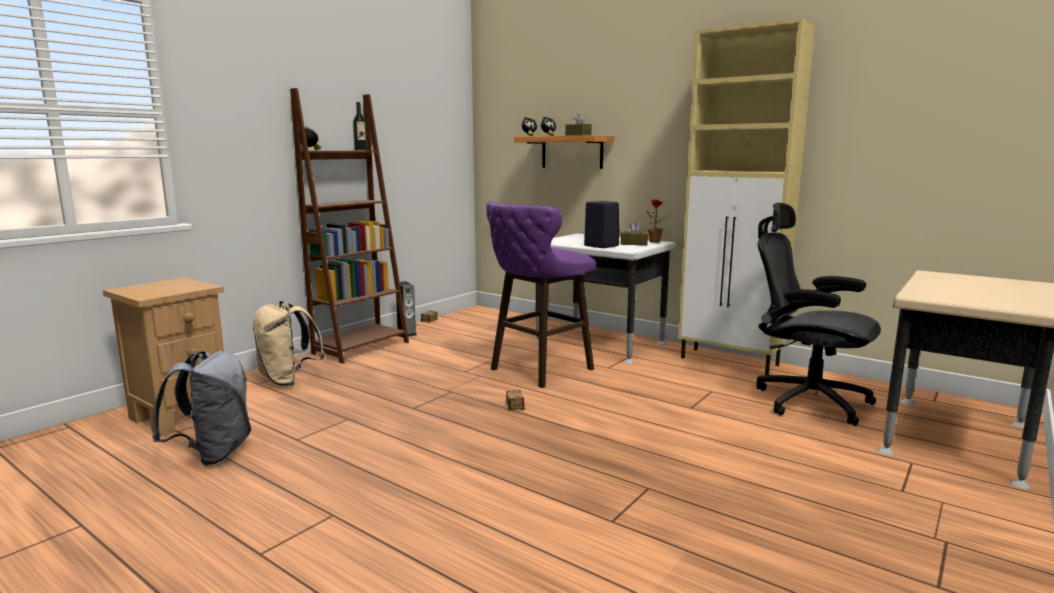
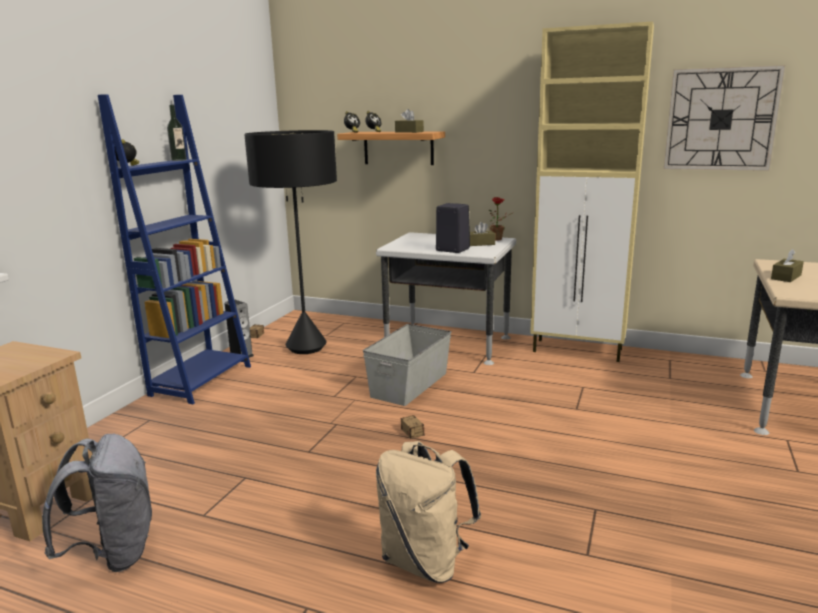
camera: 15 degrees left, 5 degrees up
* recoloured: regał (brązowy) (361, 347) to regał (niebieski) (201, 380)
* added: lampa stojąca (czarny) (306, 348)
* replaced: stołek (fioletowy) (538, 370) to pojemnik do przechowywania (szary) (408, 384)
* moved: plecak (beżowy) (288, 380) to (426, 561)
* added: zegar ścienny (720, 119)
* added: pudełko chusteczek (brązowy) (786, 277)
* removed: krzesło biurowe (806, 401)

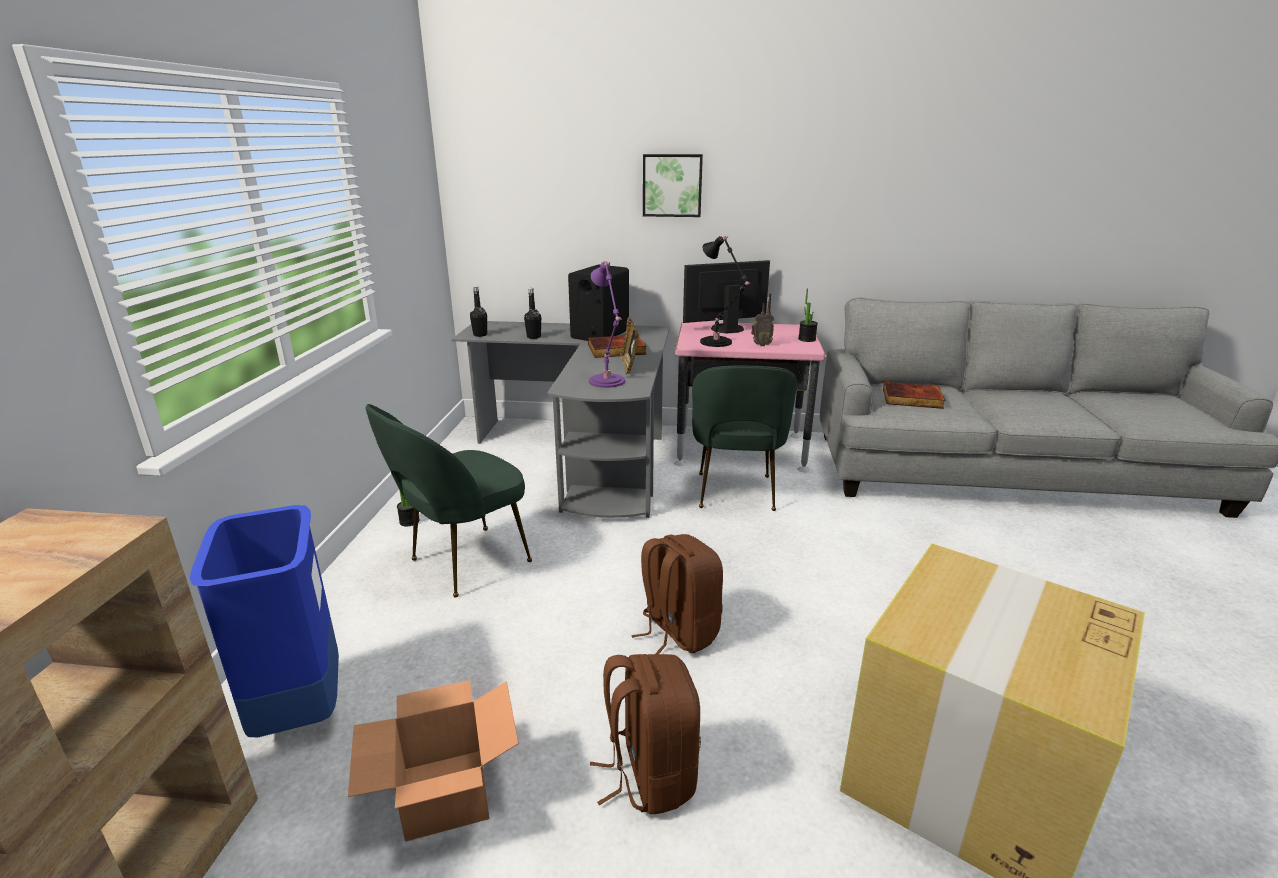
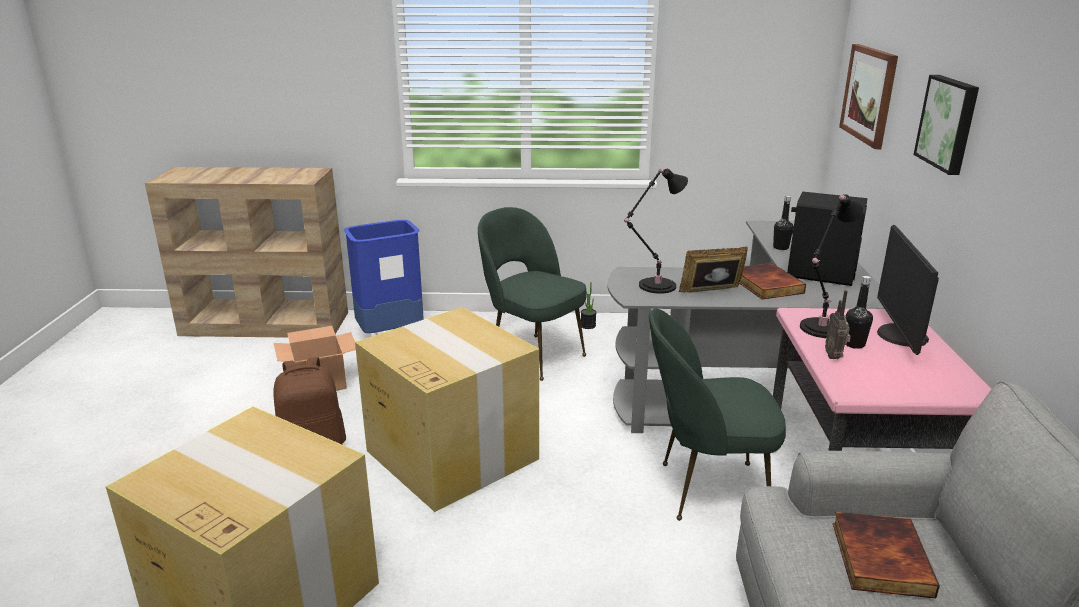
camera: 85 degrees right, 0 degrees up
* replaced: plecak (brązowy) (677, 632) to karton (451, 454)
* recoloured: lampa stołowa (fioletowy) (607, 382) to lampa stołowa (czarny) (654, 286)
* added: obraz (869, 94)
* moved: butelka (czarny) (480, 335) to (854, 344)
* turned: monitor (726, 328) = (899, 335) 150 degrees counterclockwise
* removed: roślina doniczkowa (807, 339)

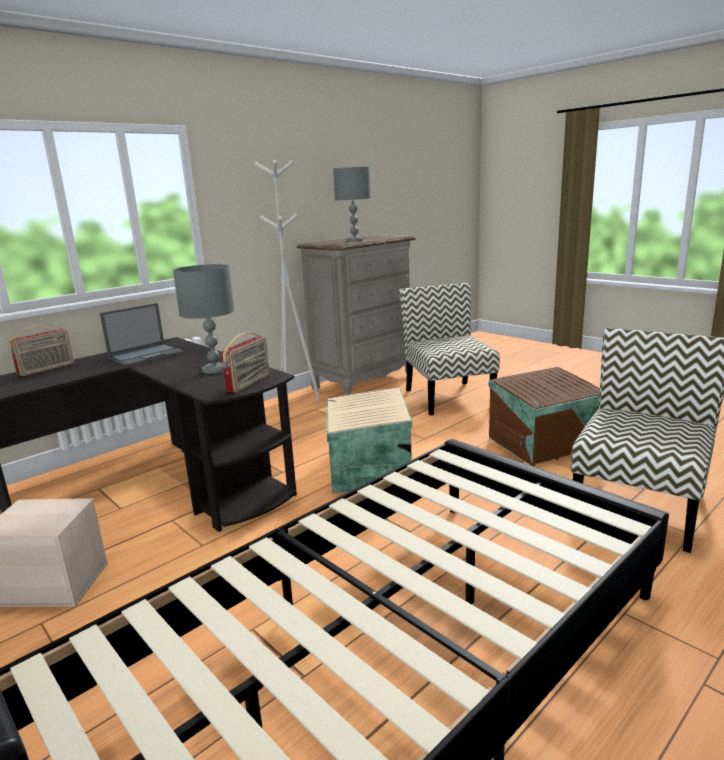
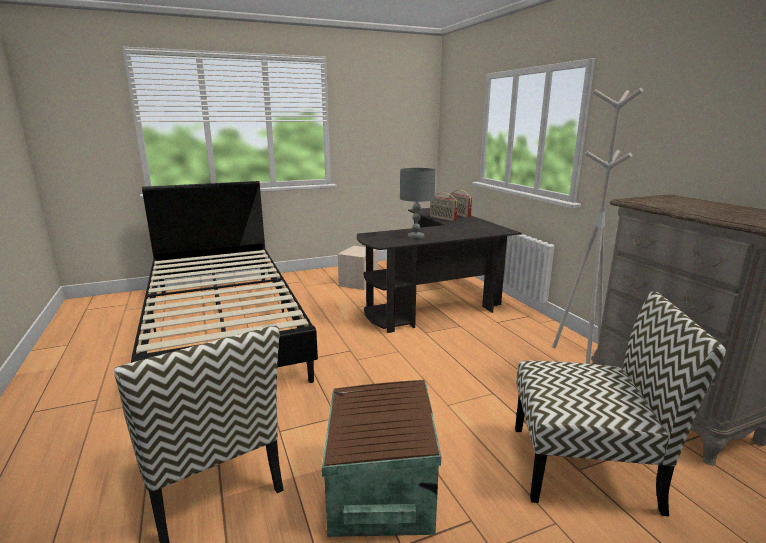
camera: 110 degrees right, 0 degrees up
* moved: radio (249, 383) to (442, 218)
* removed: laptop (147, 355)
* removed: pojemnik do przechowywania (beżowy) (367, 468)
* removed: lampa stołowa (szary) (354, 240)

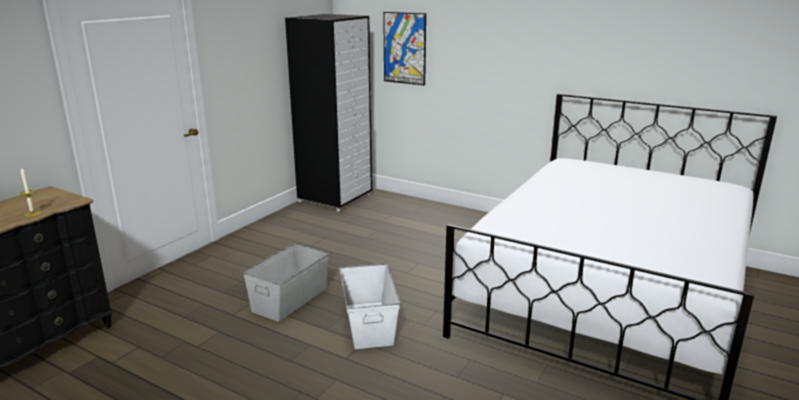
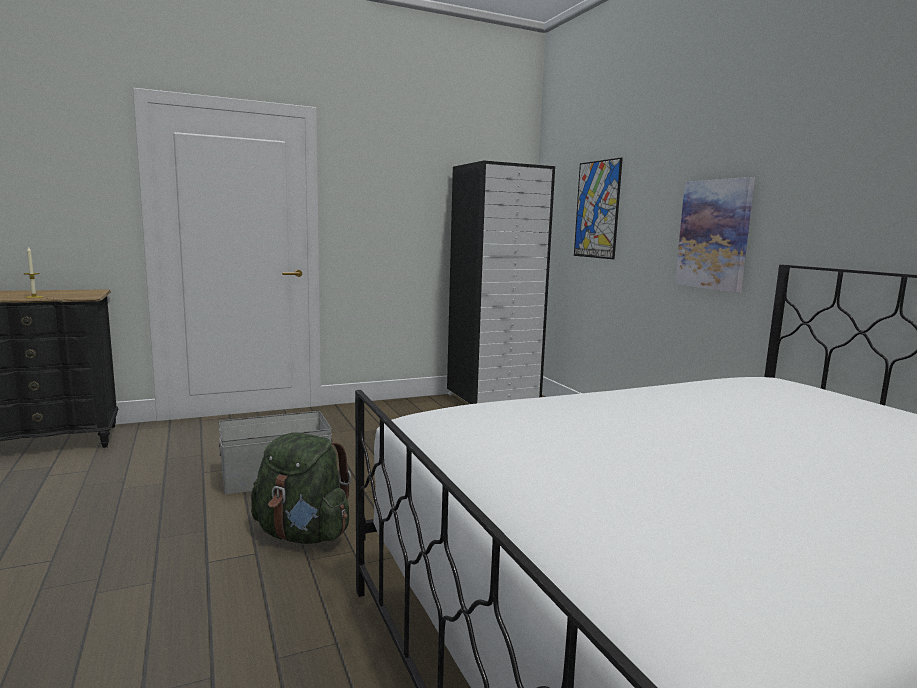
camera: 35 degrees right, 10 degrees down
* replaced: pojemnik do przechowywania (biały) (369, 323) to plecak (zielony) (303, 534)
* added: obraz (714, 235)

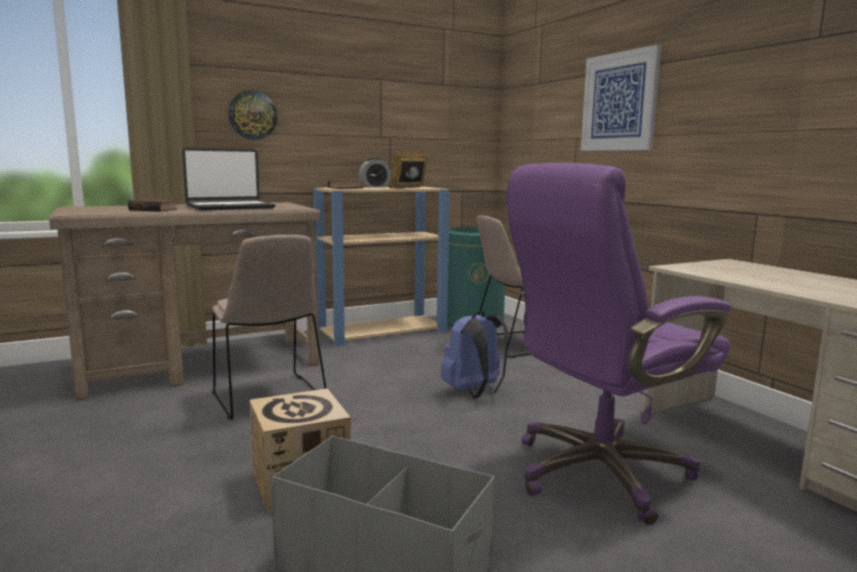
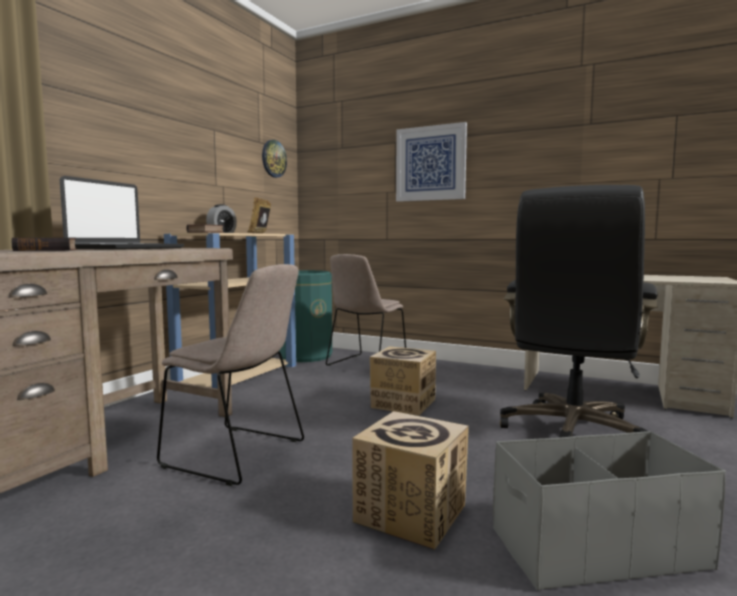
camera: 35 degrees left, 5 degrees down
* moved: zegar ścienny (252, 115) to (273, 158)
* replaced: plecak (niebieski) (475, 392) to karton (403, 403)
* recoloured: krzesło biurowe (fioletowy) (603, 471) to krzesło biurowe (czarny) (572, 430)

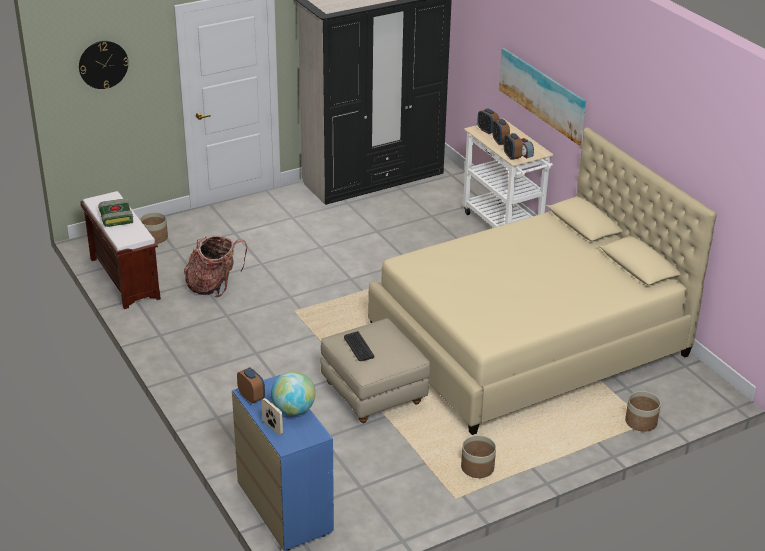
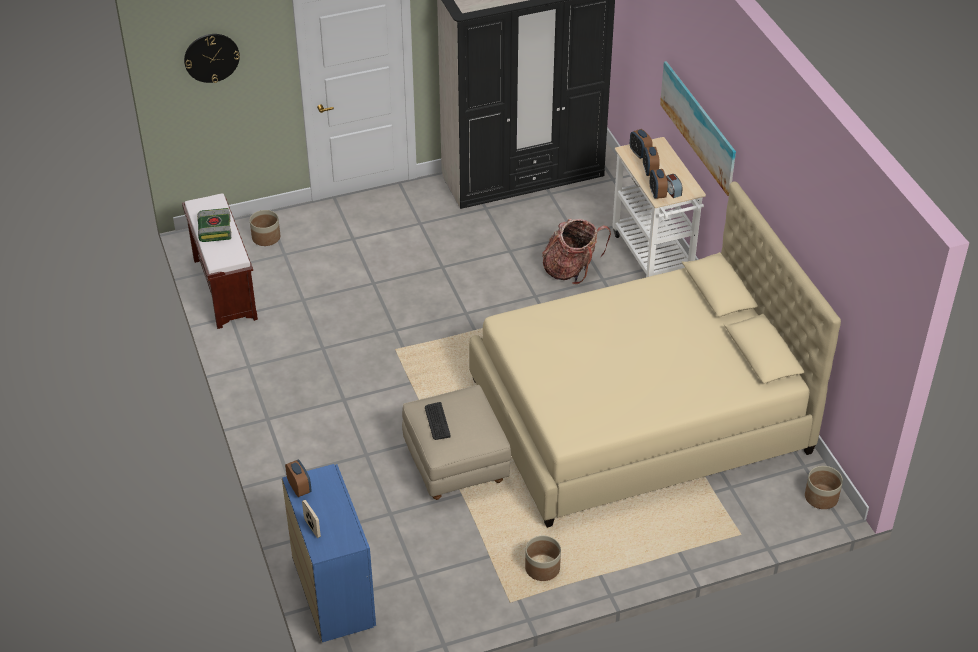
camera: 10 degrees right, 10 degrees up
* moved: plecak (214, 286) to (571, 270)
* moved: donica (641, 422) to (821, 497)
* removed: globus (293, 410)

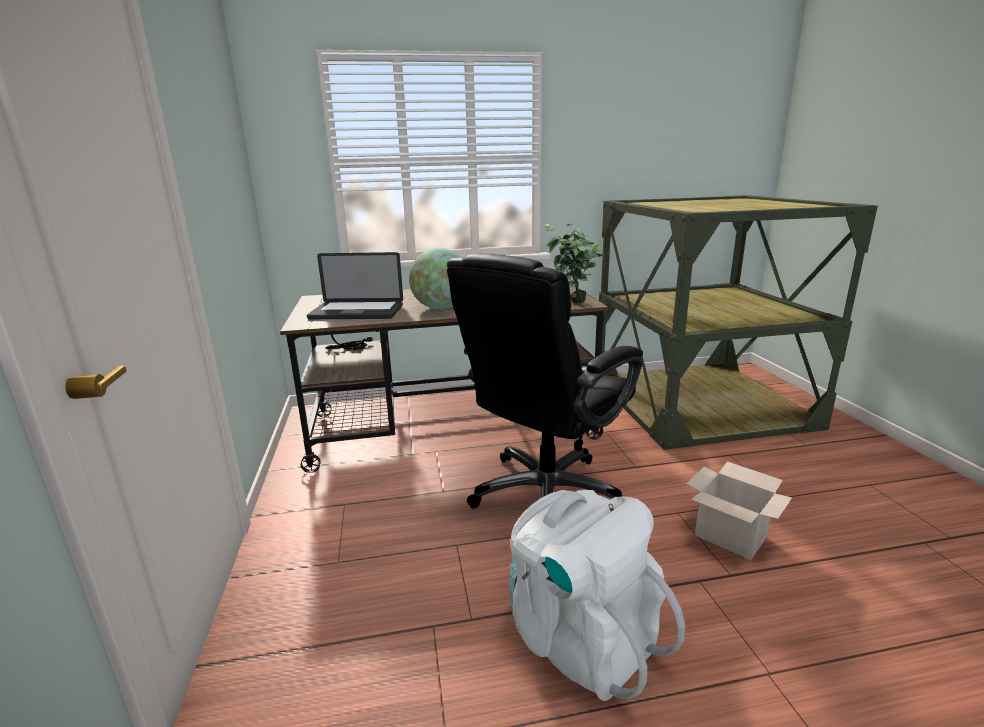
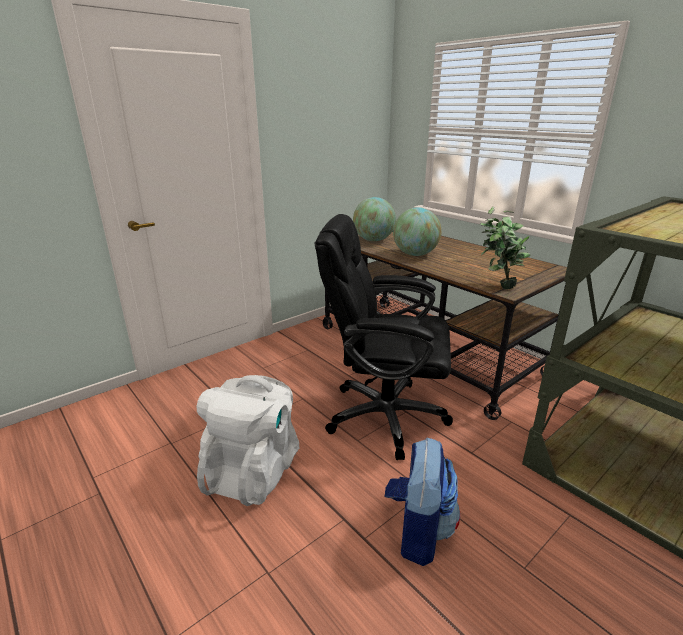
camera: 60 degrees right, 5 degrees up
* replaced: laptop (357, 312) to globus (373, 240)
* replaced: karton (728, 536) to plecak (418, 530)

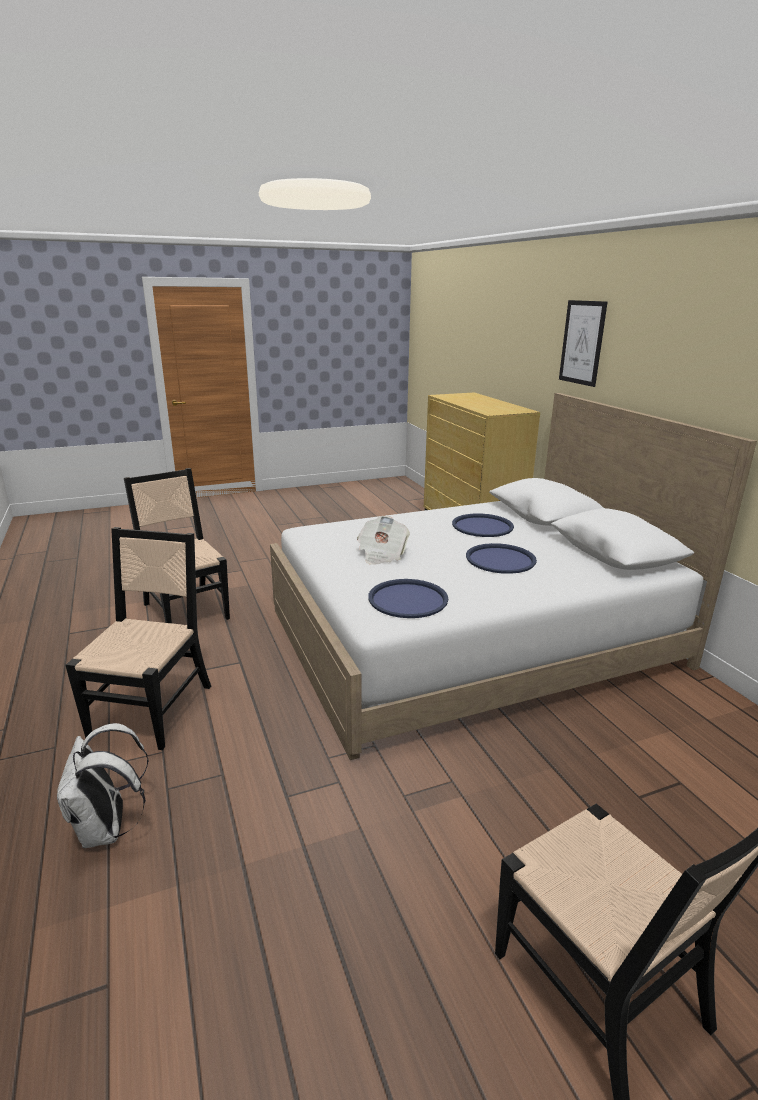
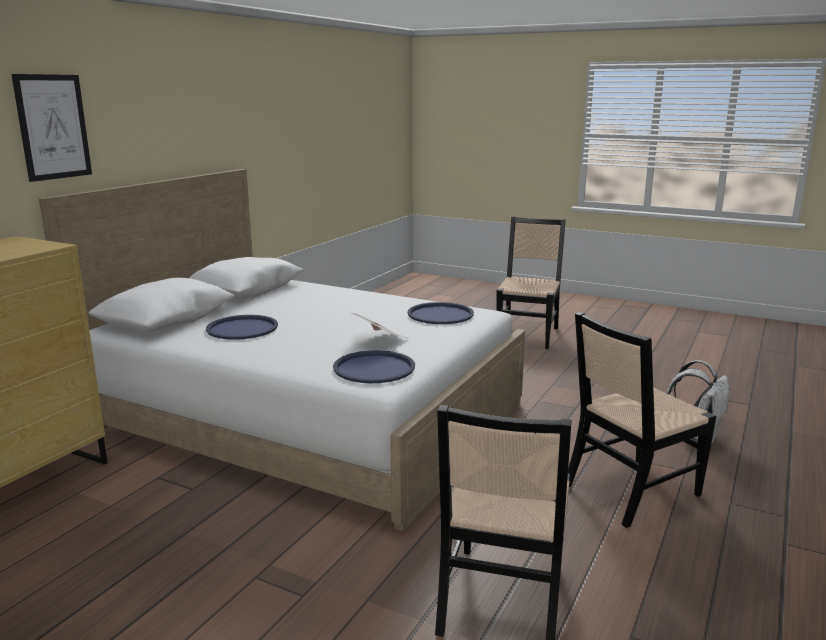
camera: 130 degrees left, 5 degrees down
* moved: taca (niebieski) (500, 559) to (374, 368)

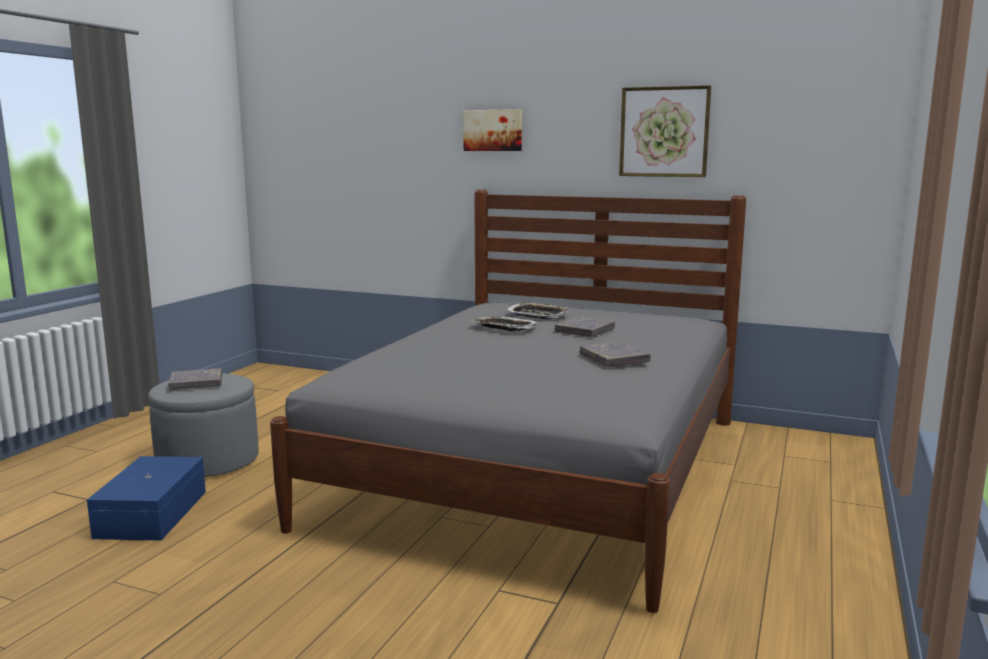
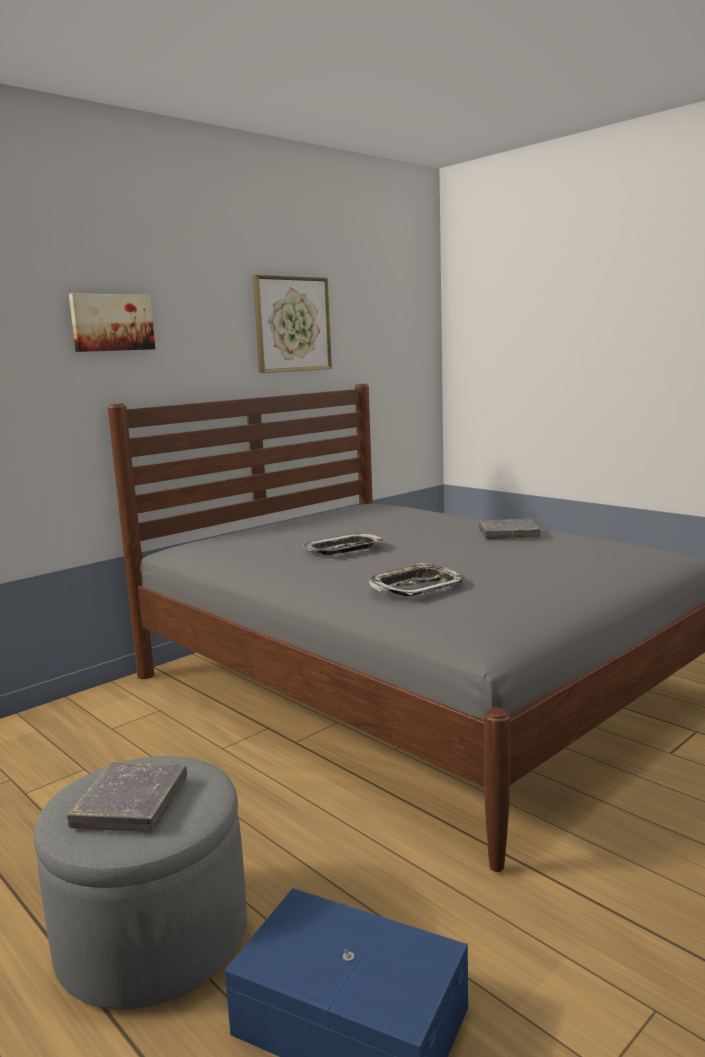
camera: 65 degrees left, 0 degrees up
* moved: taca (537, 315) to (417, 587)
* removed: książka (szary) (585, 331)

